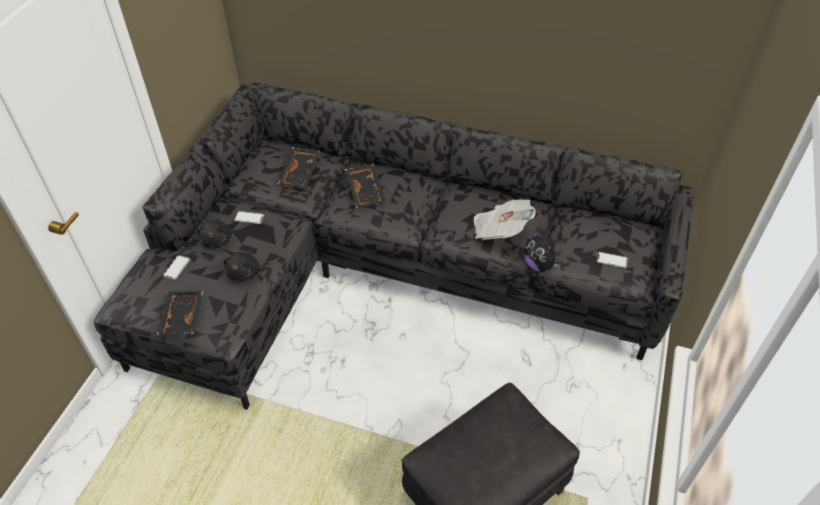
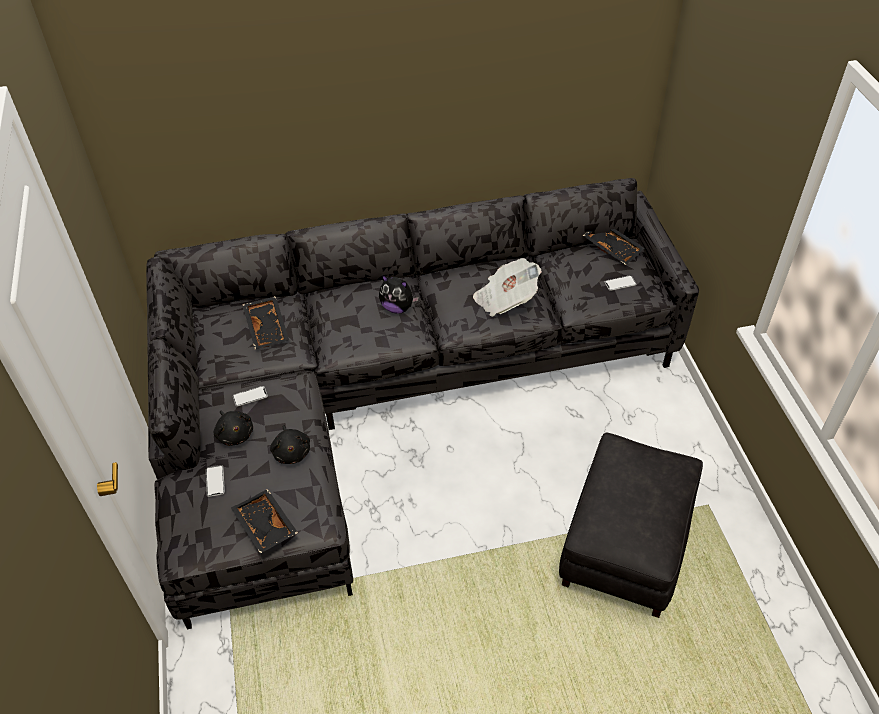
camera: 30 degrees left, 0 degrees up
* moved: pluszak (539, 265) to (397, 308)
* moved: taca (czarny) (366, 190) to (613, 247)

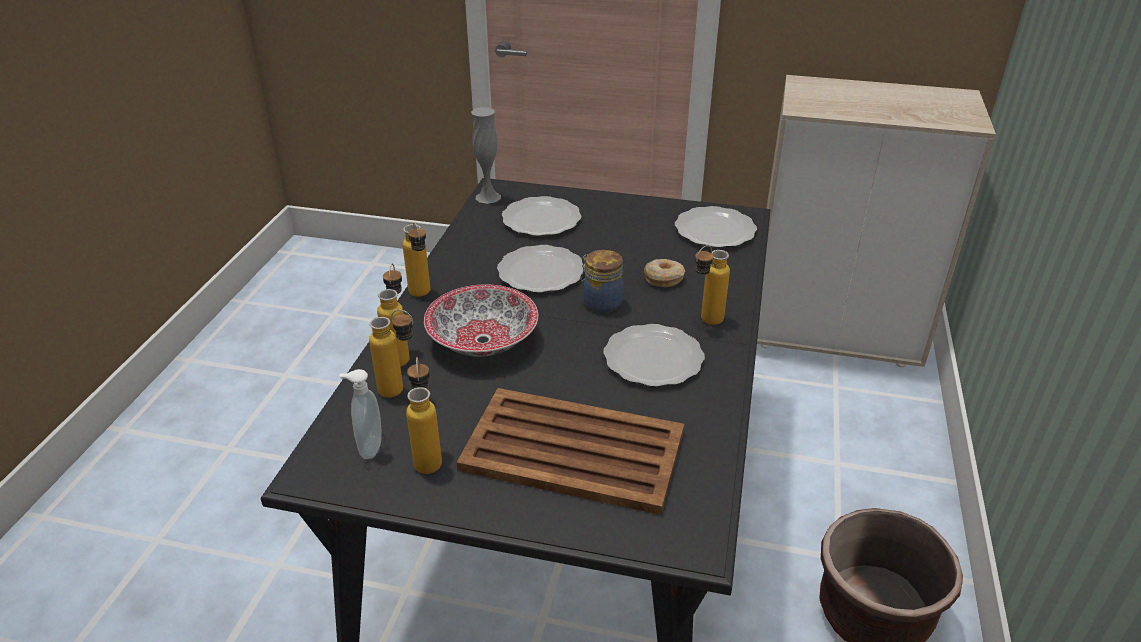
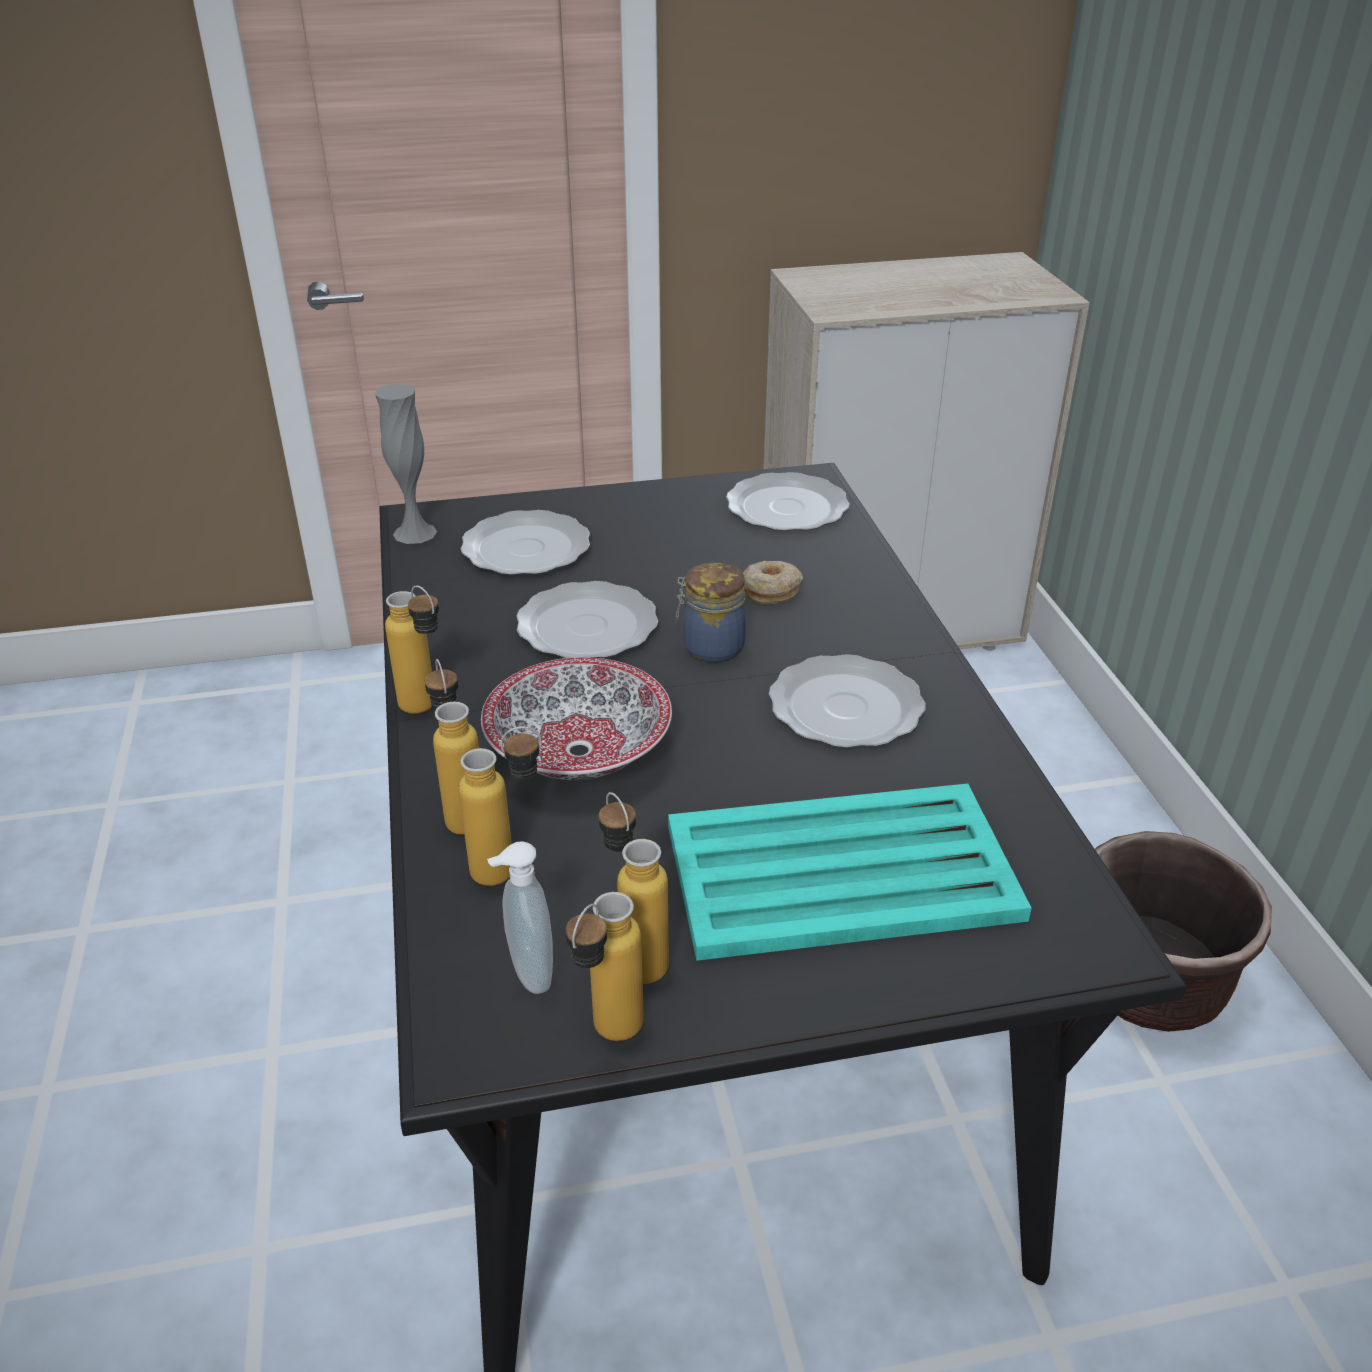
camera: 25 degrees left, 0 degrees up
* moved: butelka (705, 322) to (607, 1038)
* recoloured: taca (brązowy) (575, 451) to taca (turkusowy) (844, 872)

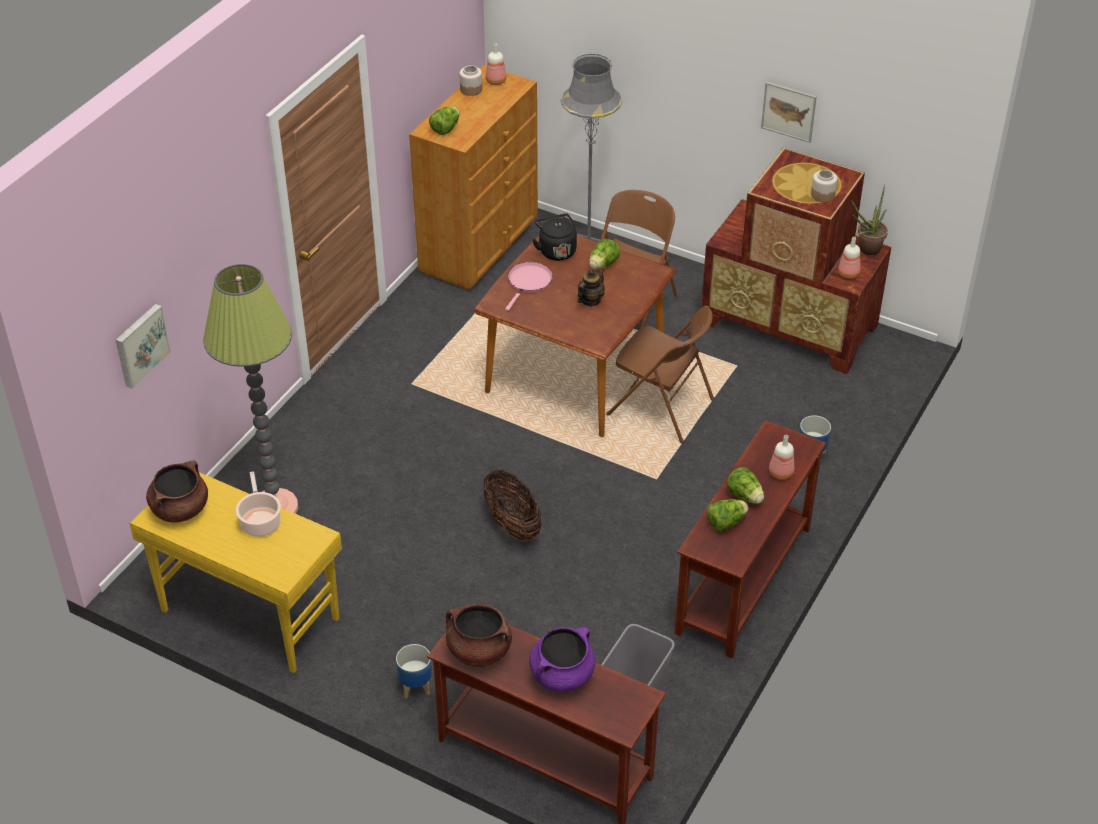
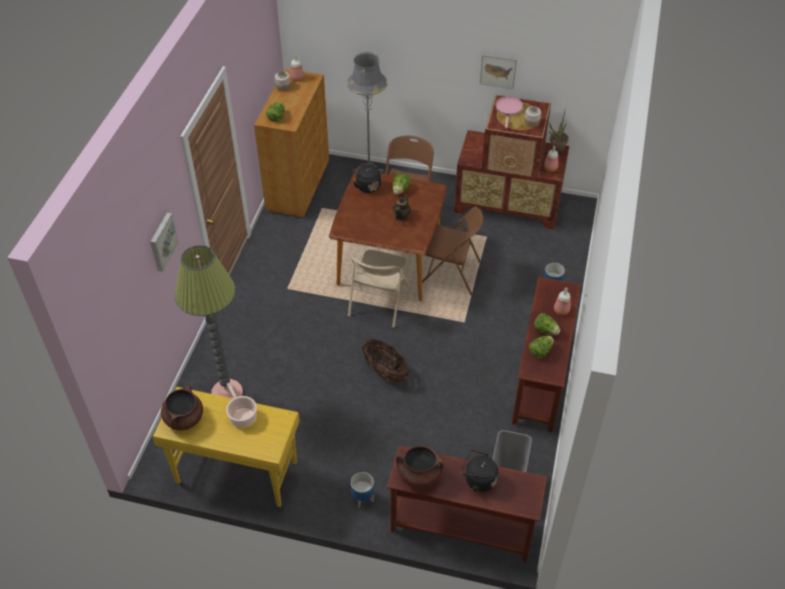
camera: 15 degrees left, 5 degrees up
* moved: obraz (140, 345) to (162, 241)
* added: krzesło (beżowy) (379, 302)
* replaced: garnek (fioletowy) (562, 675) to czajnik (czarny) (478, 480)
* moved: patelnia (różowy) (529, 282) to (508, 109)

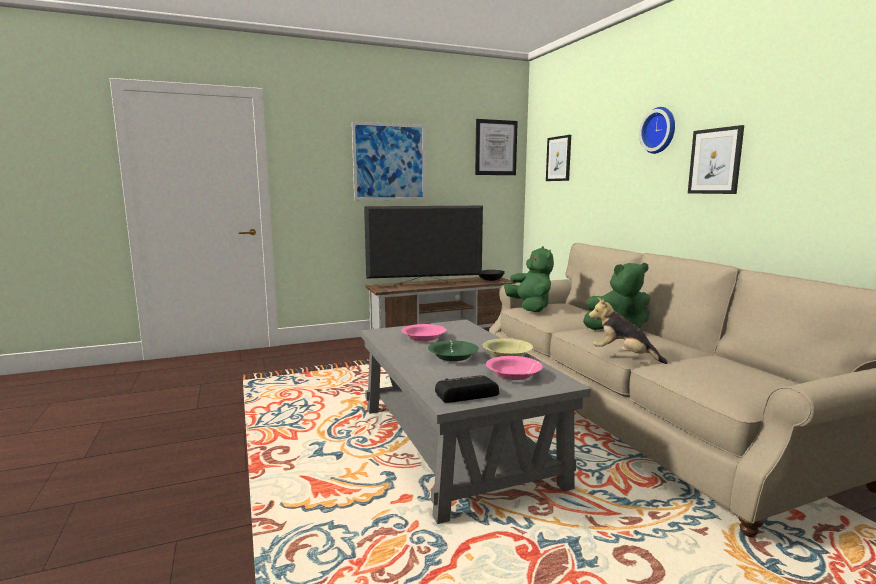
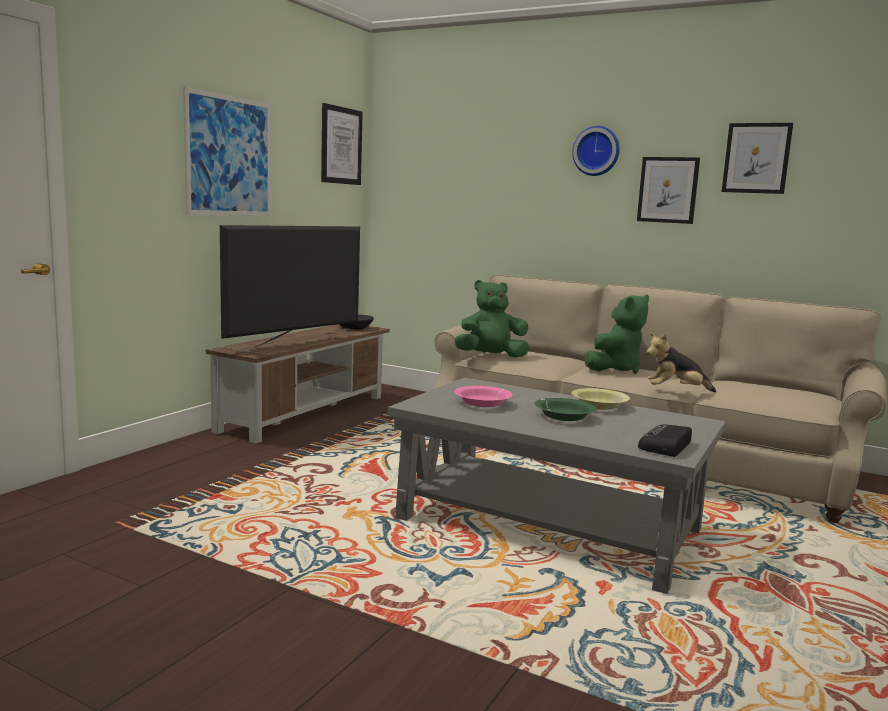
camera: 40 degrees left, 0 degrees up
* turned: pluszak (zielony) (530, 308) = (490, 356) 45 degrees counterclockwise
* moved: obraz (558, 158) to (756, 158)
* removed: miska (różowy) (513, 375)

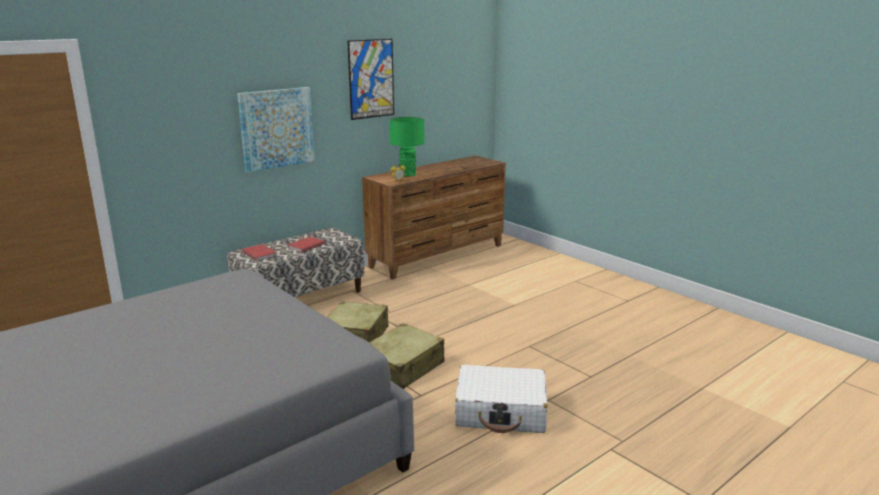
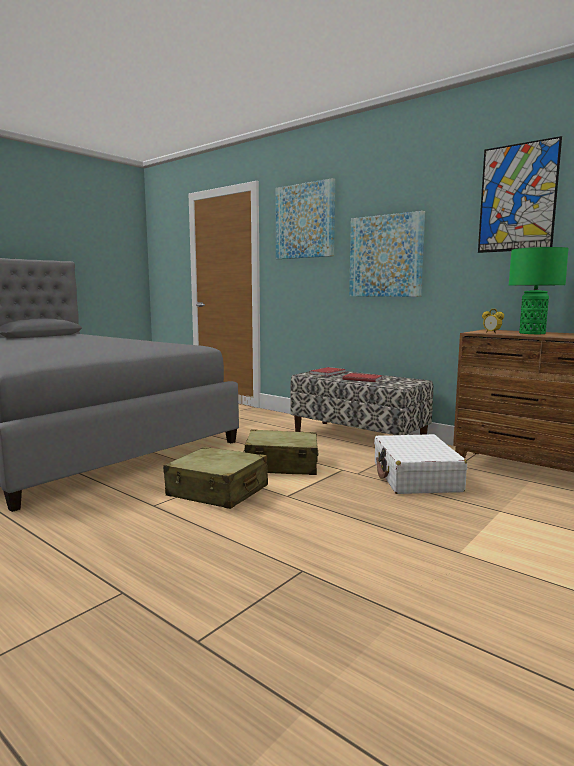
camera: 80 degrees right, 10 degrees down
* added: obraz (305, 221)
* moved: walizka (biały) (501, 411) to (416, 477)

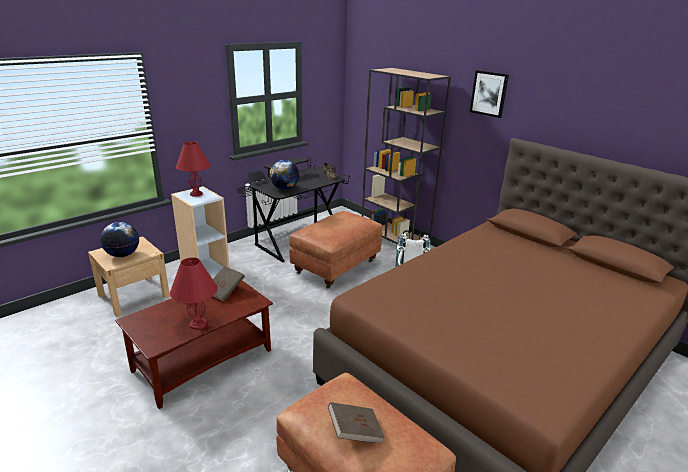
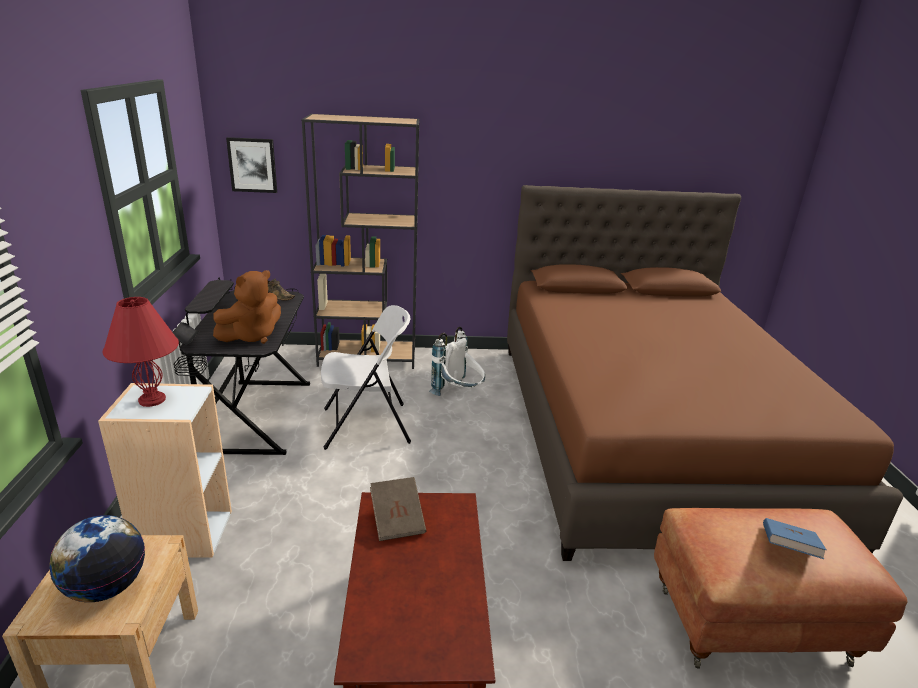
camera: 50 degrees left, 0 degrees up
* replaced: globus (284, 188) to pluszak (brązowy) (252, 336)
* moved: obraz (489, 93) to (252, 165)
* replaced: pufa (brązowy) (336, 269) to krzesło (biały) (366, 425)
* recoloured: książka (brązowy) (355, 432) to książka (niebieski) (787, 549)
* removed: lampa stołowa (czerwony) (197, 324)

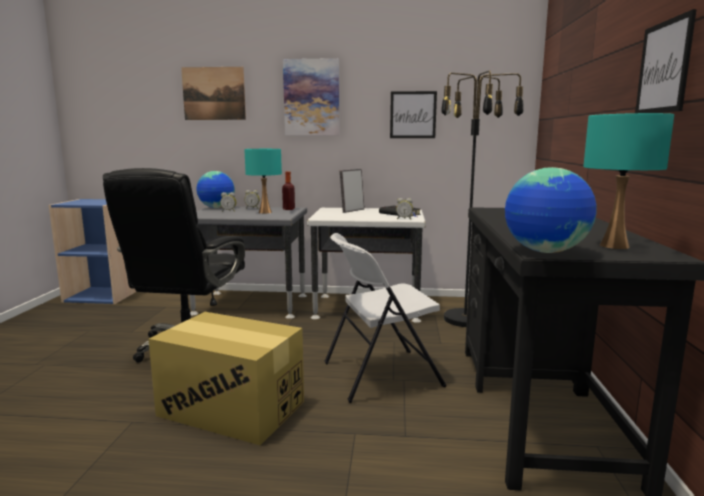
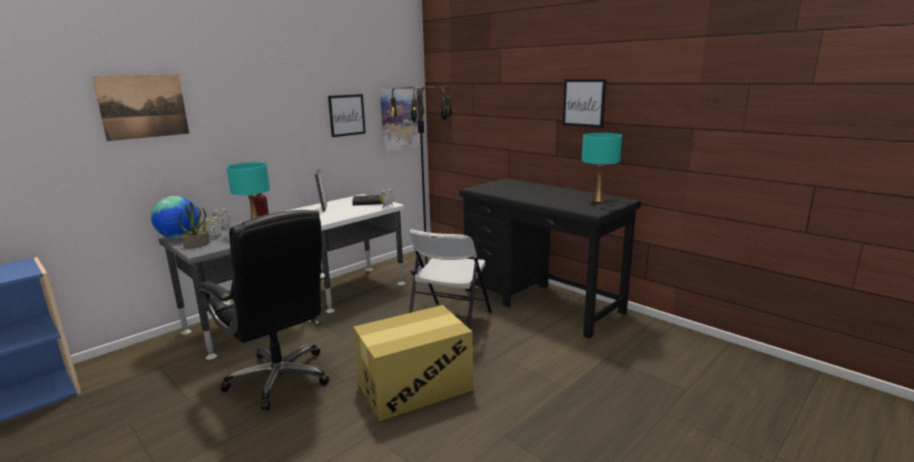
camera: 50 degrees left, 5 degrees up
* added: roślina doniczkowa (197, 244)
* moved: obraz (311, 98) to (399, 119)
* removed: globus (545, 252)

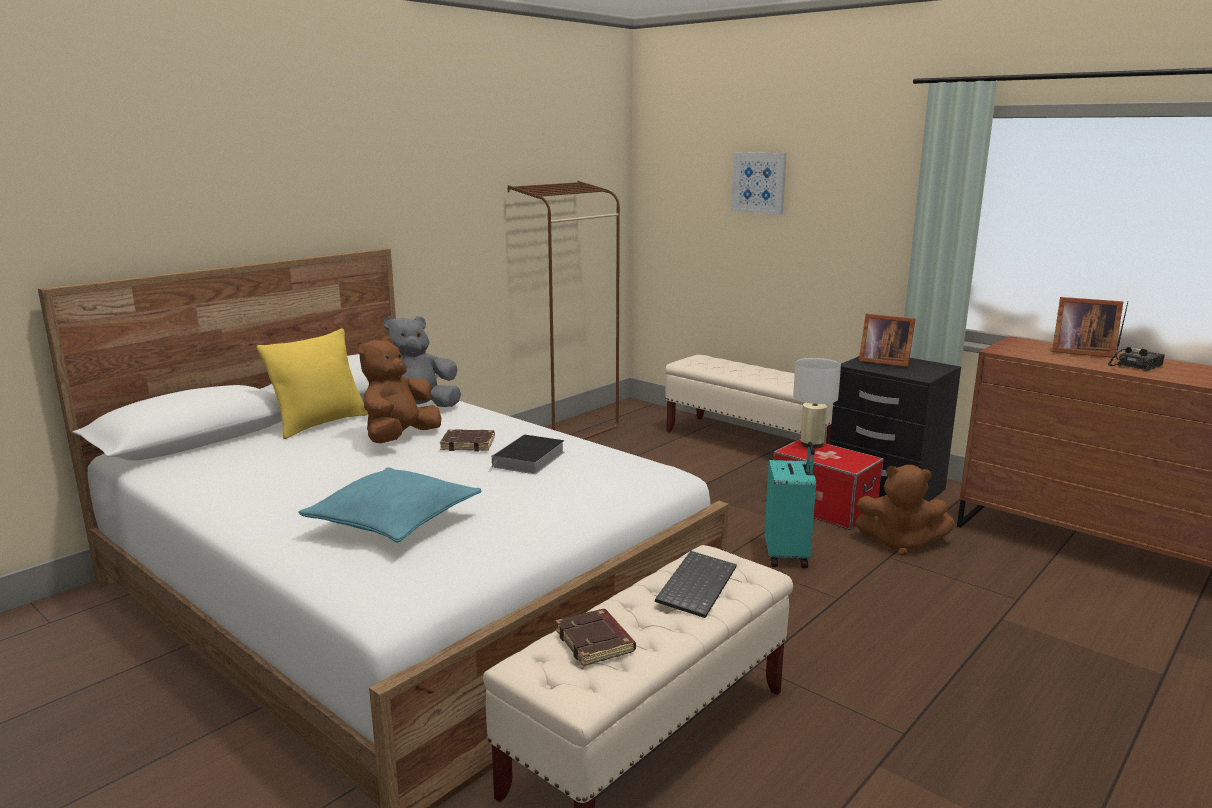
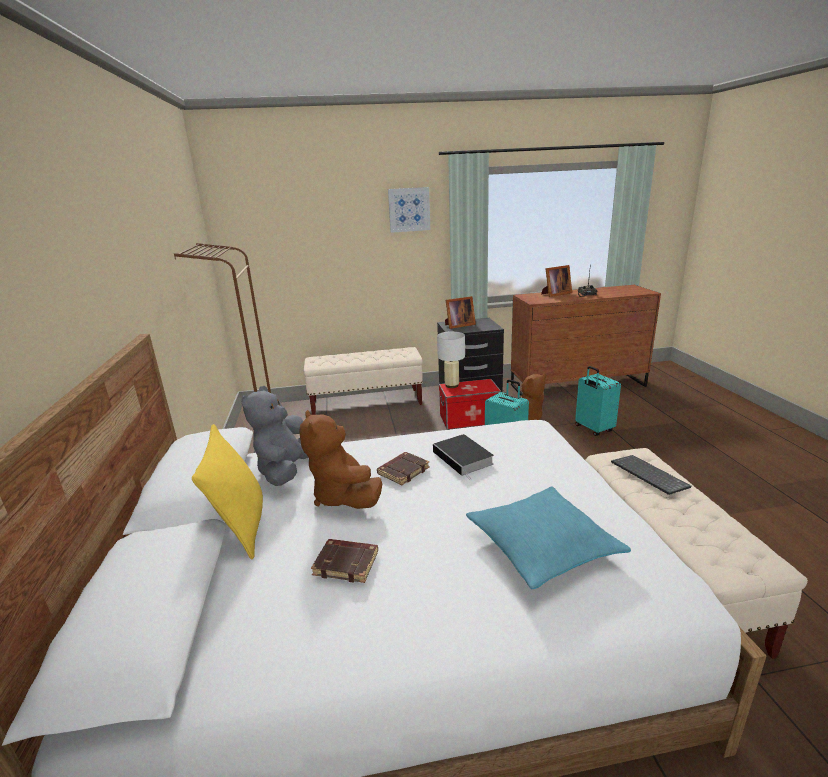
camera: 50 degrees left, 5 degrees up
* moved: książka (brązowy) (596, 642) to (347, 563)
* moved: obraz (759, 183) to (409, 209)
* added: walizka (turkusowy) (593, 429)

